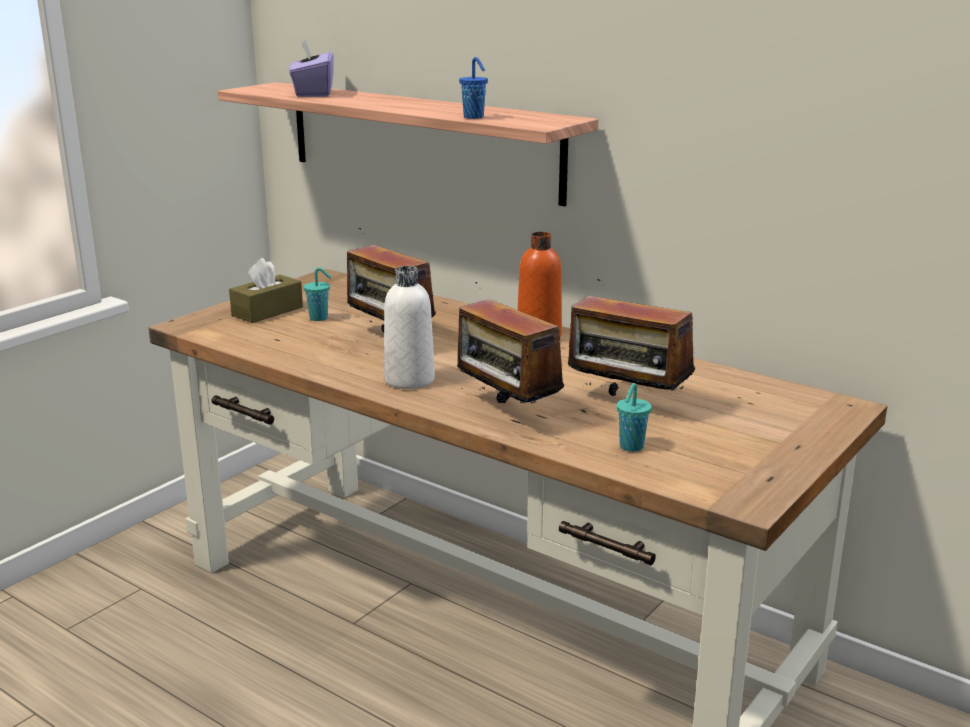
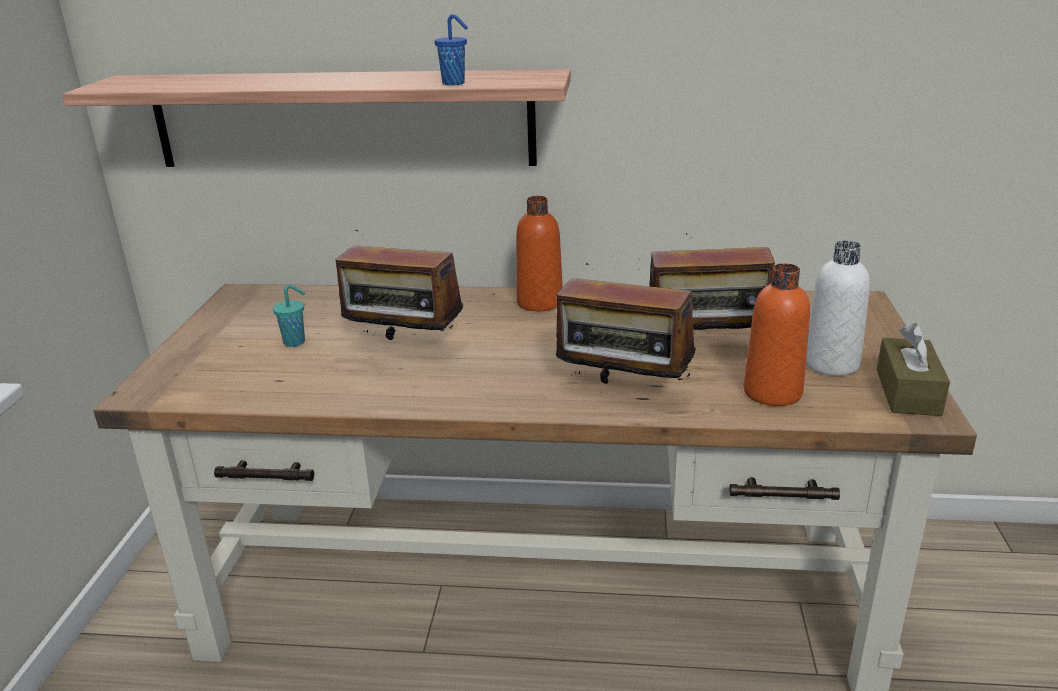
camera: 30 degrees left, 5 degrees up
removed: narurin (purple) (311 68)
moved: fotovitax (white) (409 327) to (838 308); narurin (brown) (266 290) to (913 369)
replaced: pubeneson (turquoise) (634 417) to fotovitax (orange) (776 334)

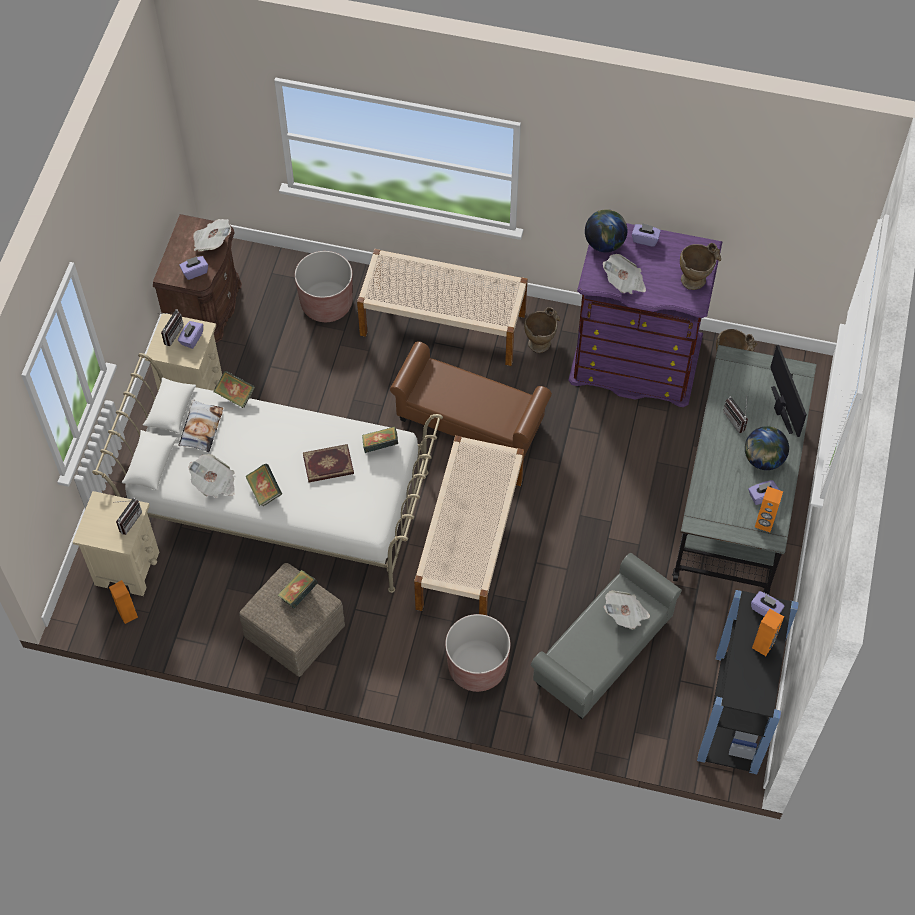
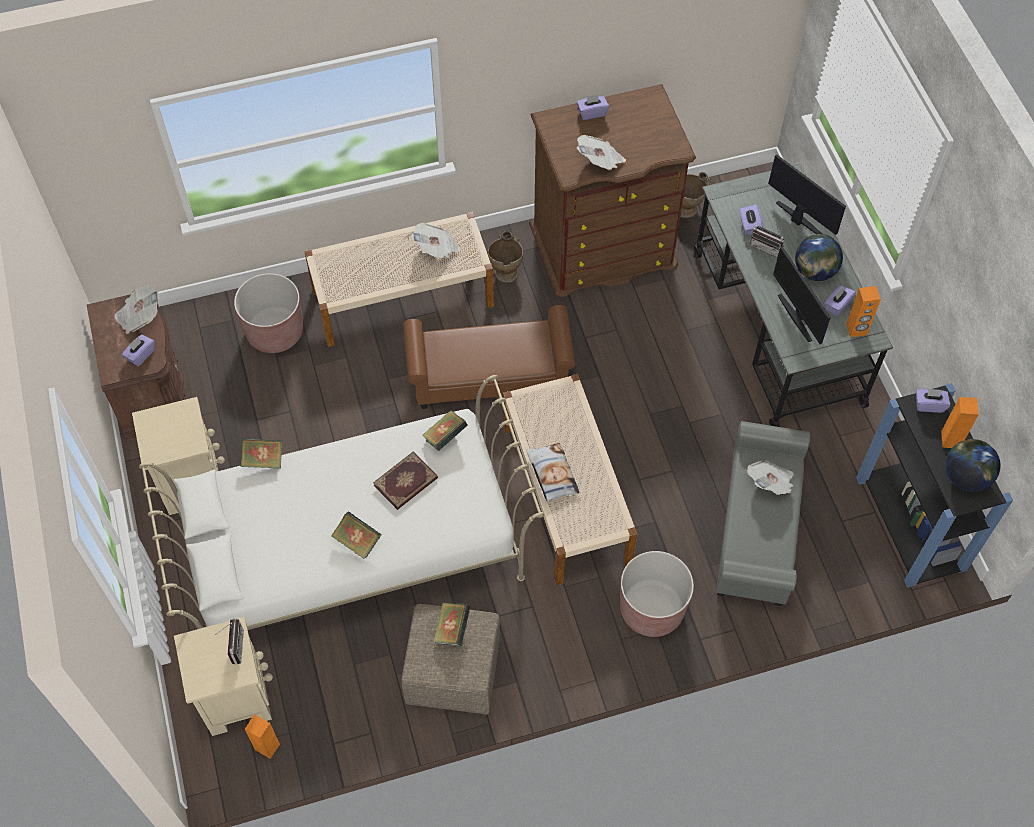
camera: 30 degrees left, 0 degrees up
removed: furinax (172 327); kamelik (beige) (700 266)
added: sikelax (802 295)
moved: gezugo (212 475) to (436 241); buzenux (201 425) to (553 472); narurin (purple) (190 335) to (751 219); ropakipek (606 230) to (972 465)
recoloured: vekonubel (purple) (645 315) to vekonubel (brown) (612 190)

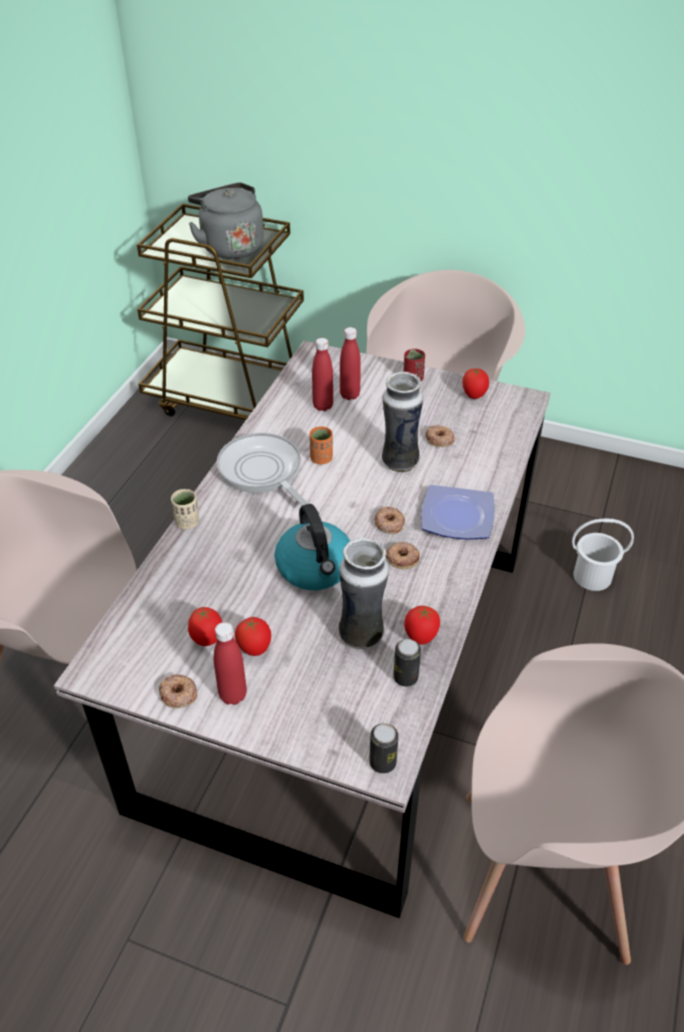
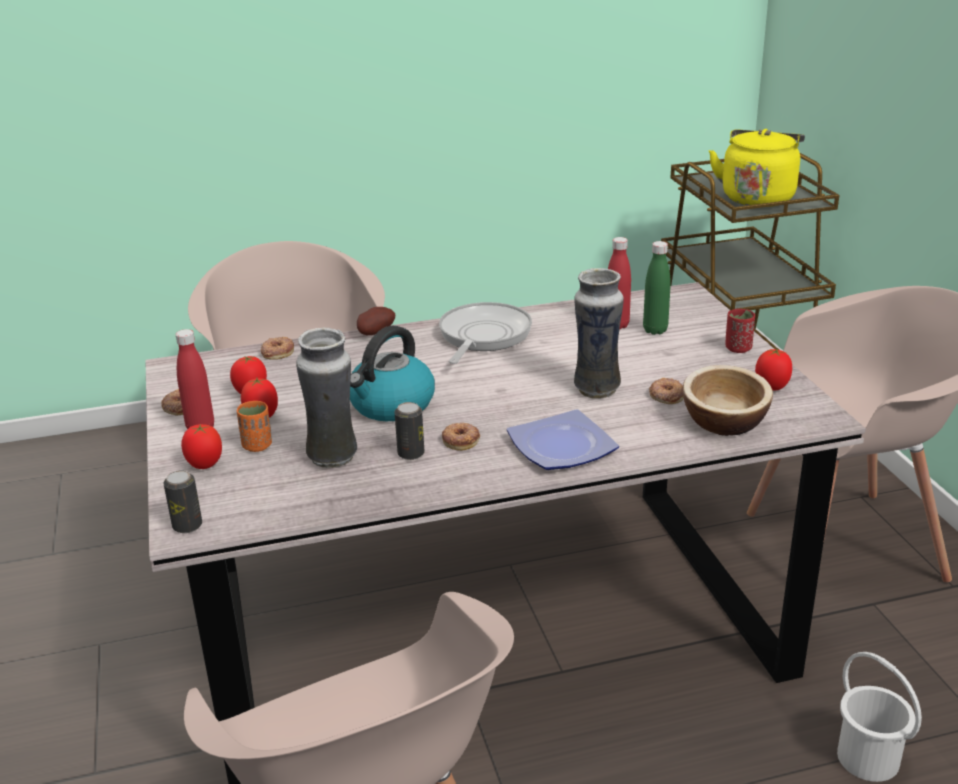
camera: 55 degrees right, 15 degrees down
added: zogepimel (728 400)
moved: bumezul (422 625) to (201 446); pubeneson (orange) (321 445) to (254 426); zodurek (389 520) to (277 348); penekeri (407 663) to (409 431)
replaced: pubeneson (beige) (185 509) to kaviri (376 321)
recoloured: fotovitax (red) (350 363) to fotovitax (green) (657 288); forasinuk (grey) (226 220) to forasinuk (yellow) (757 168)

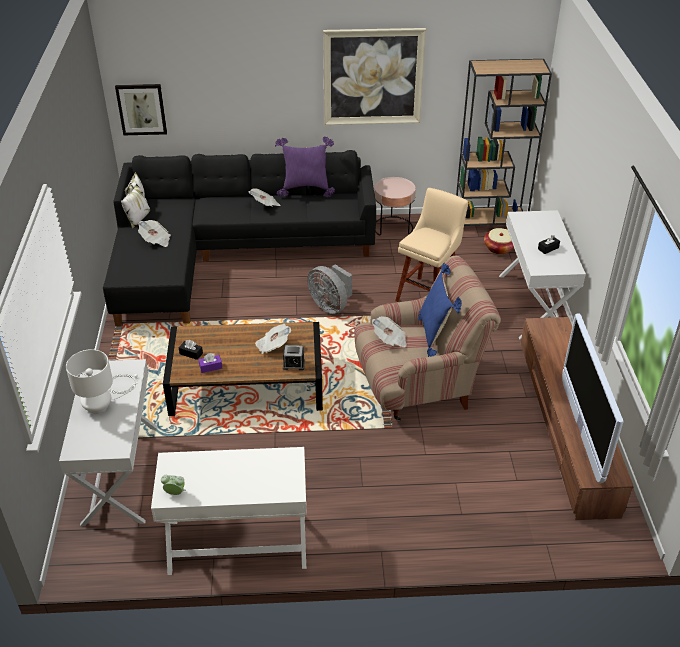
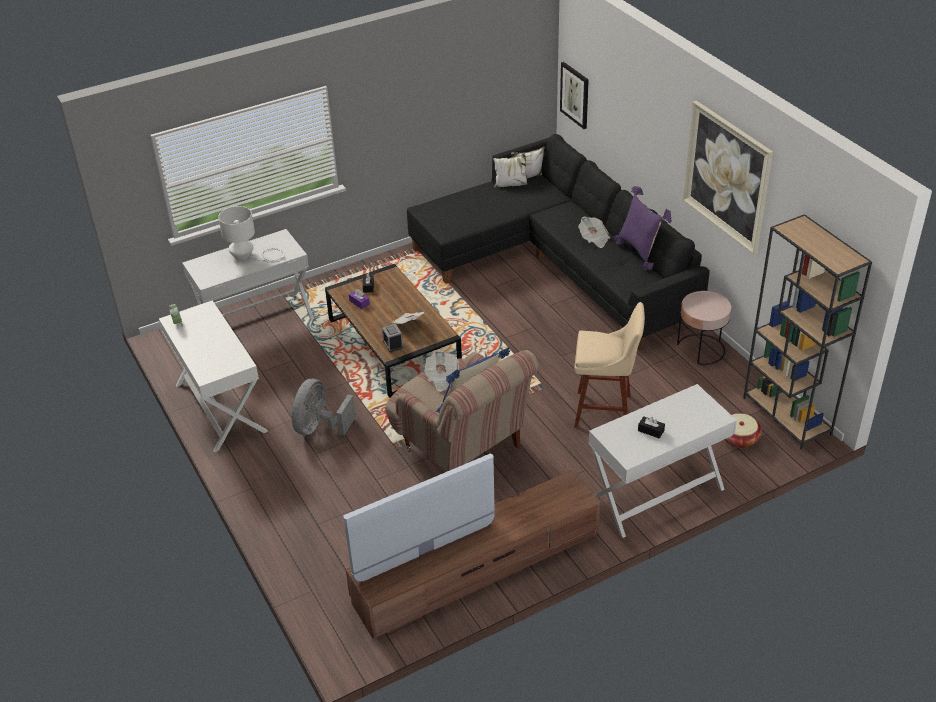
camera: 65 degrees right, 0 degrees up
removed: gezugo (154 233)
moved: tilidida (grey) (329 289) to (323 407)

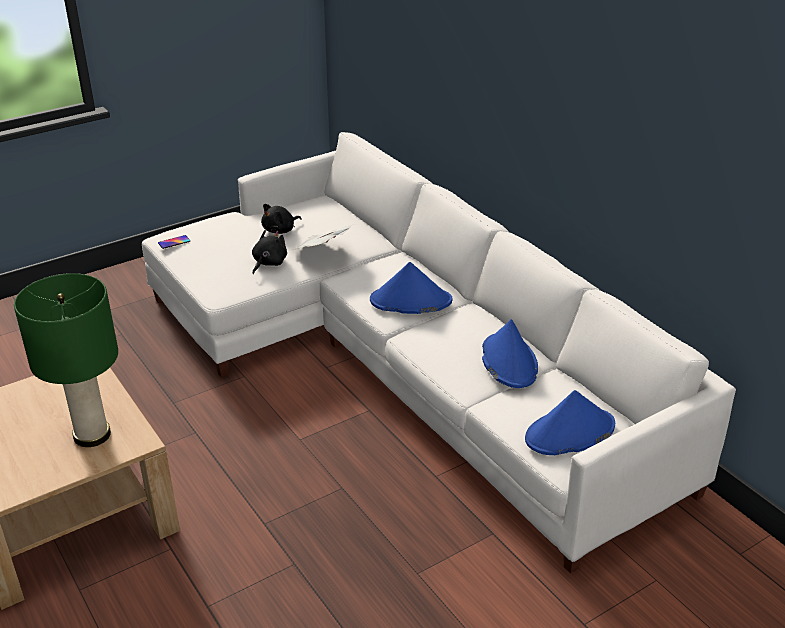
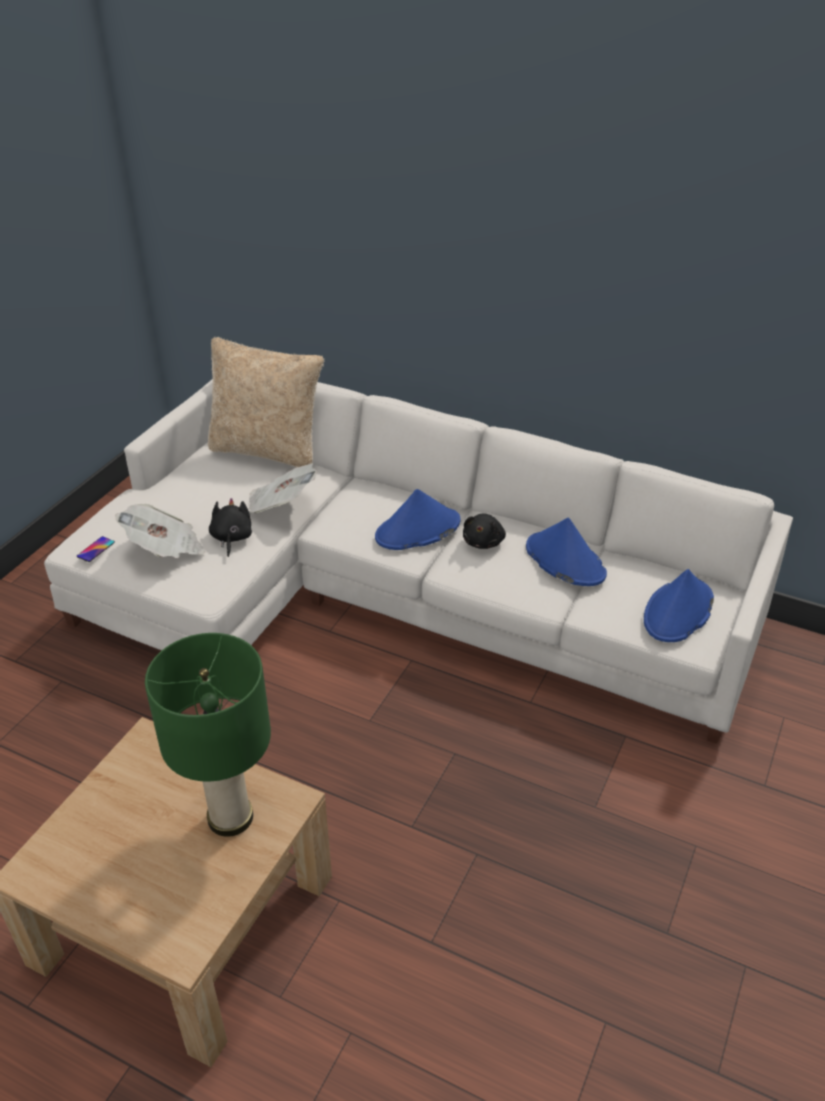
camera: 30 degrees left, 5 degrees up
added: gezugo (160 531); buzenux (beige) (266 401)
moved: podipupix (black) (281 219) to (484 531)

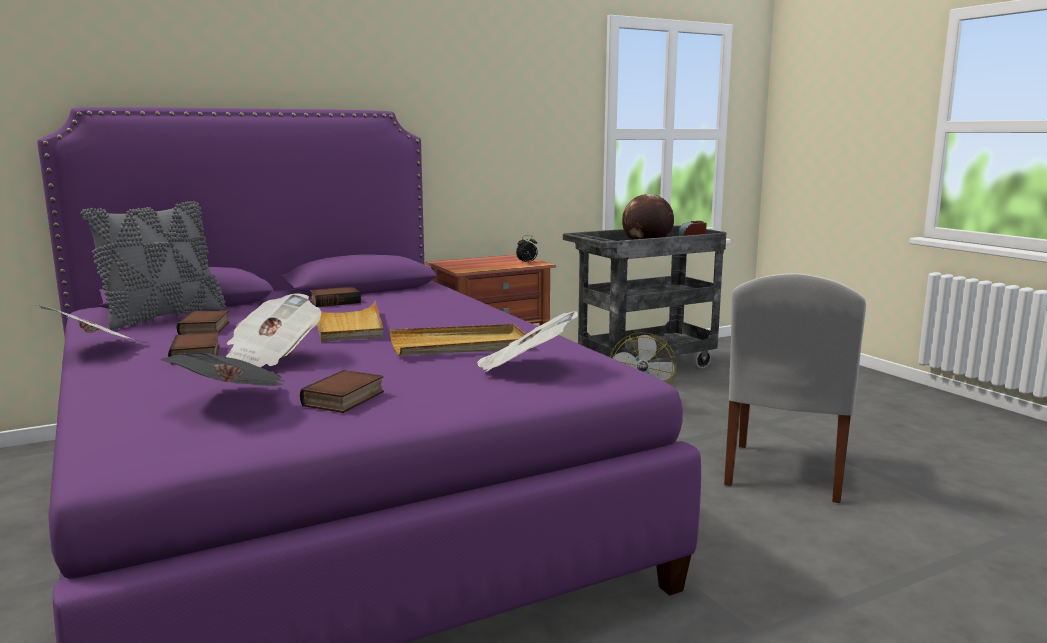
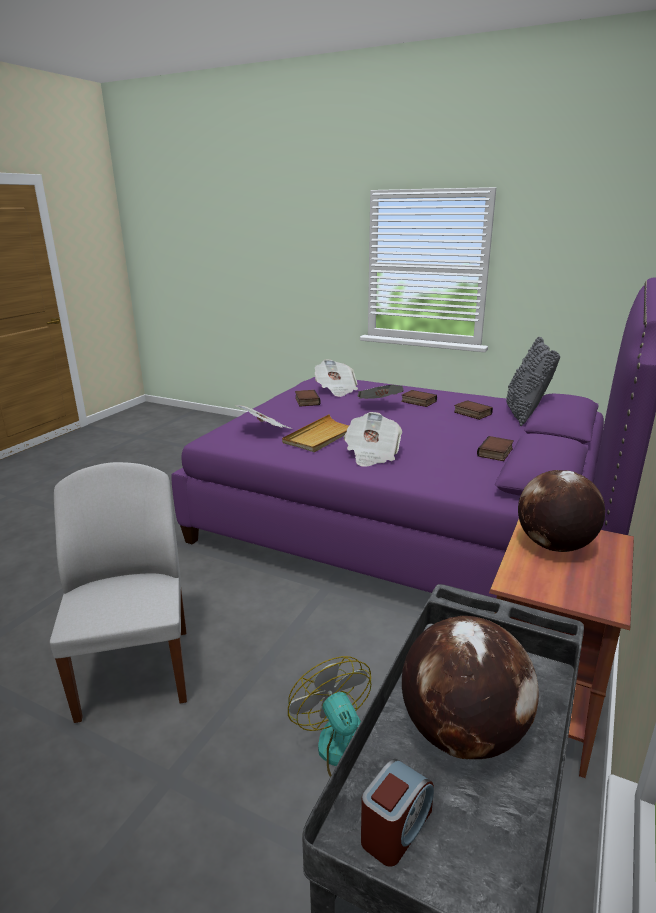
camera: 145 degrees right, 10 degrees up
removed: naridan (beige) (350 321); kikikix (527 249)
added: ropakipek (561 511)
moved: gezugo (92 324) to (373 439)

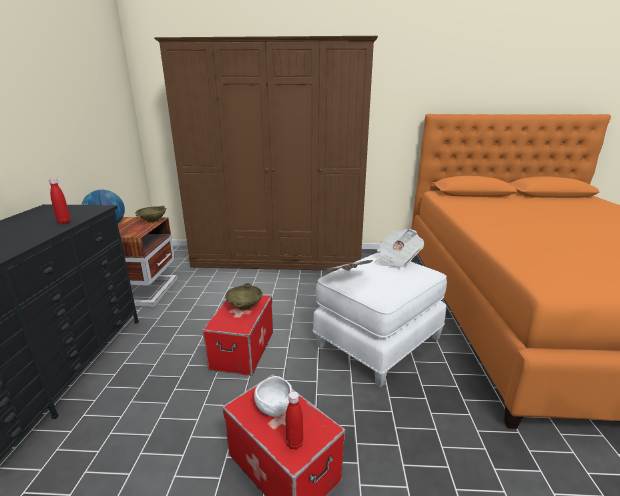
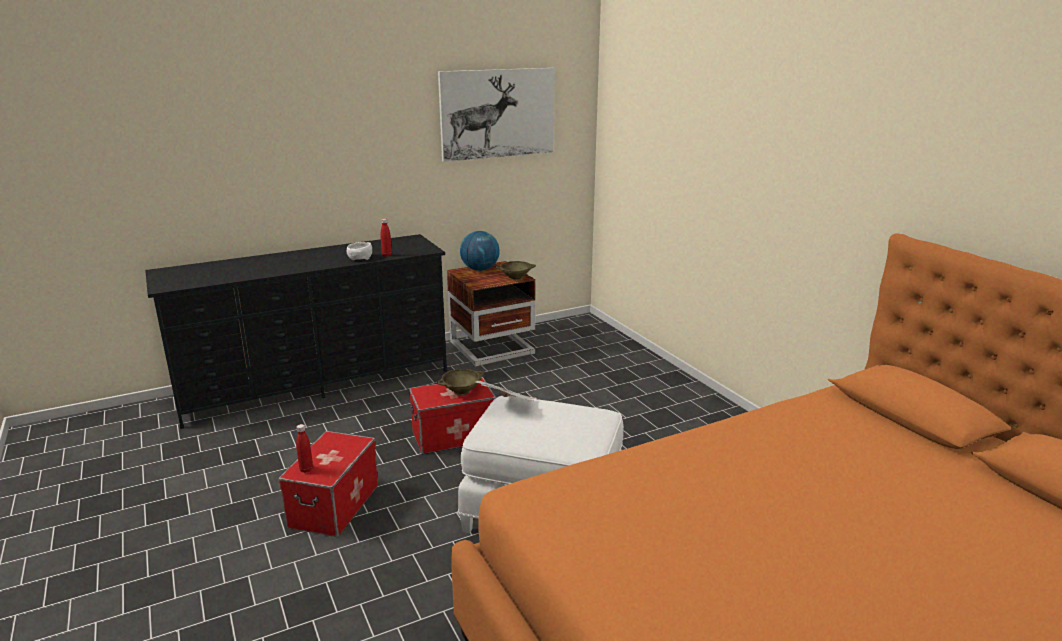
camera: 60 degrees right, 0 degrees up
removed: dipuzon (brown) (266 153); gezugo (399 248)
added: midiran (496 115)
moved: zogepimel (white) (273 396) to (359 251)

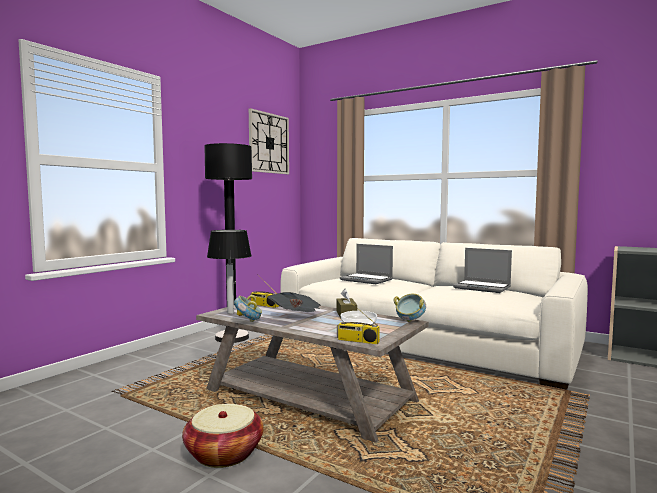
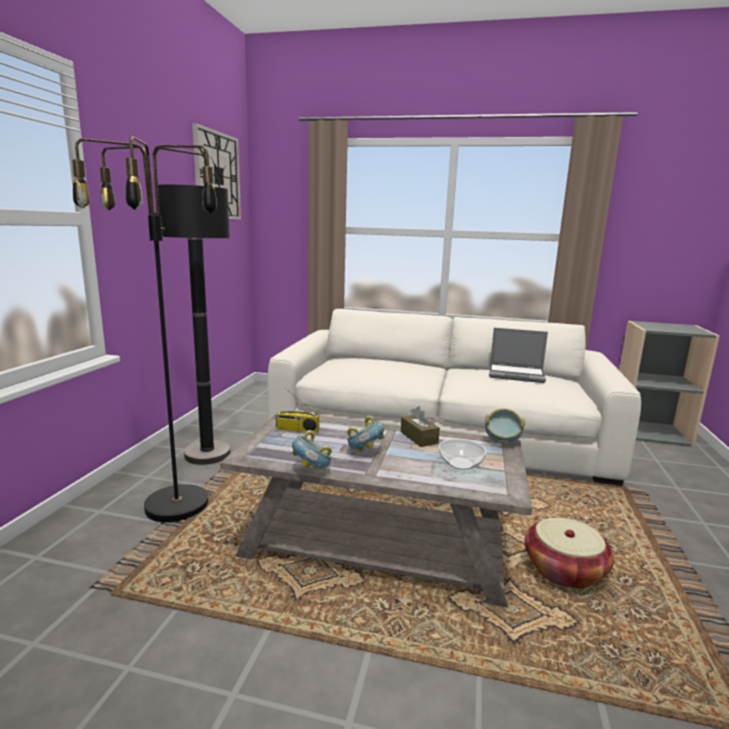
camera: 20 degrees left, 10 degrees up
removed: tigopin (229 272); furinax (358 321); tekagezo (366 264)
added: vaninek (144 329)
moved: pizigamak (223 436) to (569 553)
replaced: gezugo (294 302) to zogepimel (365 433)

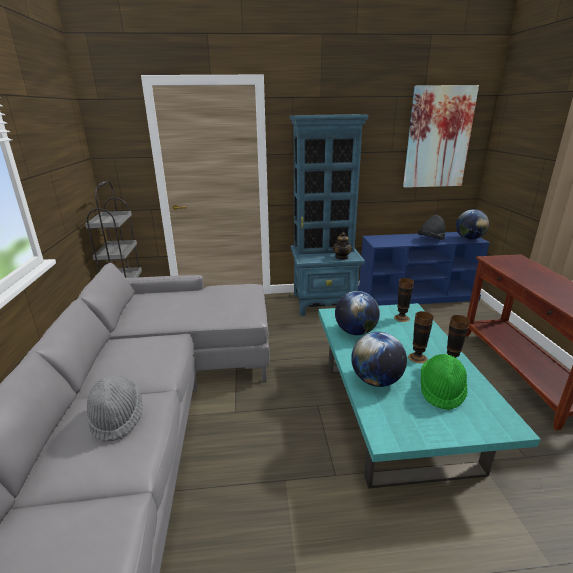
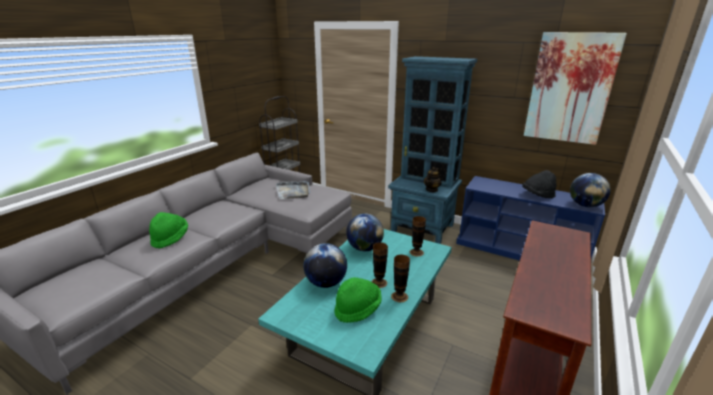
camera: 35 degrees right, 0 degrees up
added: naridan (grey) (293 190)
recoloured: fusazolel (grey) (115 409) to fusazolel (green) (168 230)

